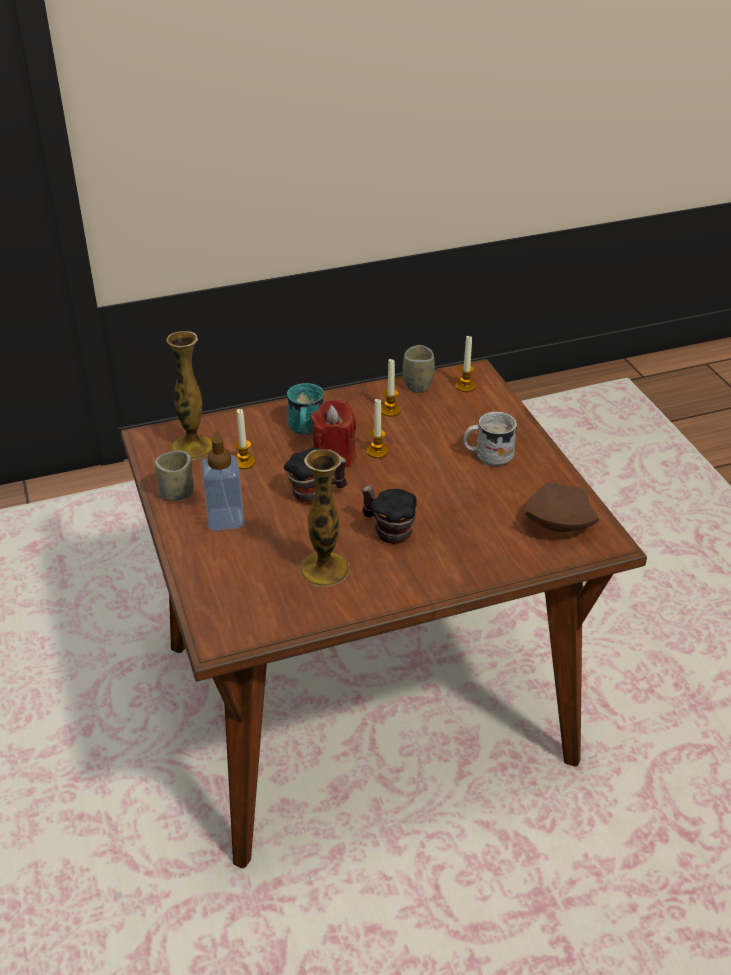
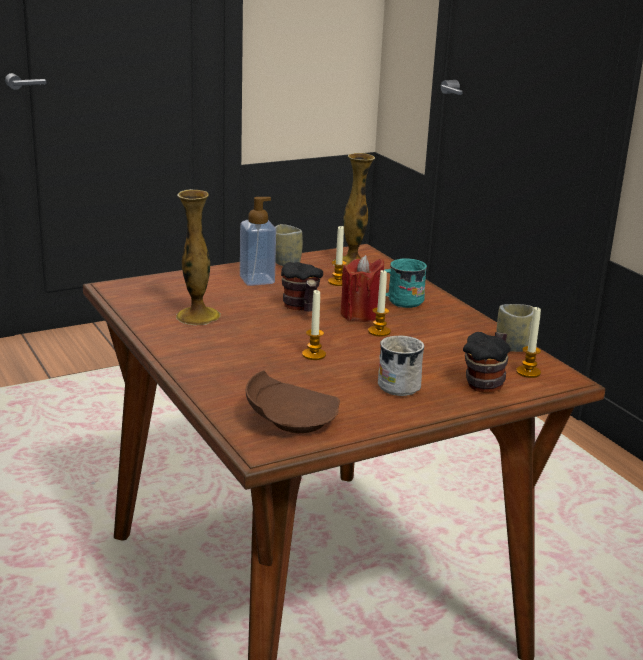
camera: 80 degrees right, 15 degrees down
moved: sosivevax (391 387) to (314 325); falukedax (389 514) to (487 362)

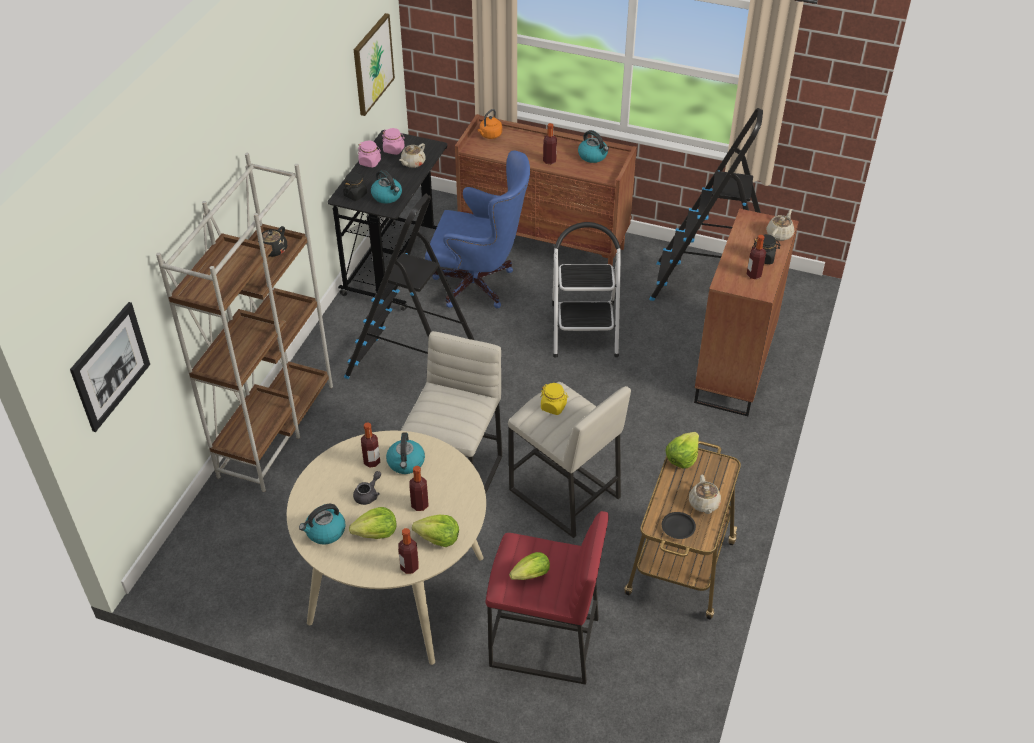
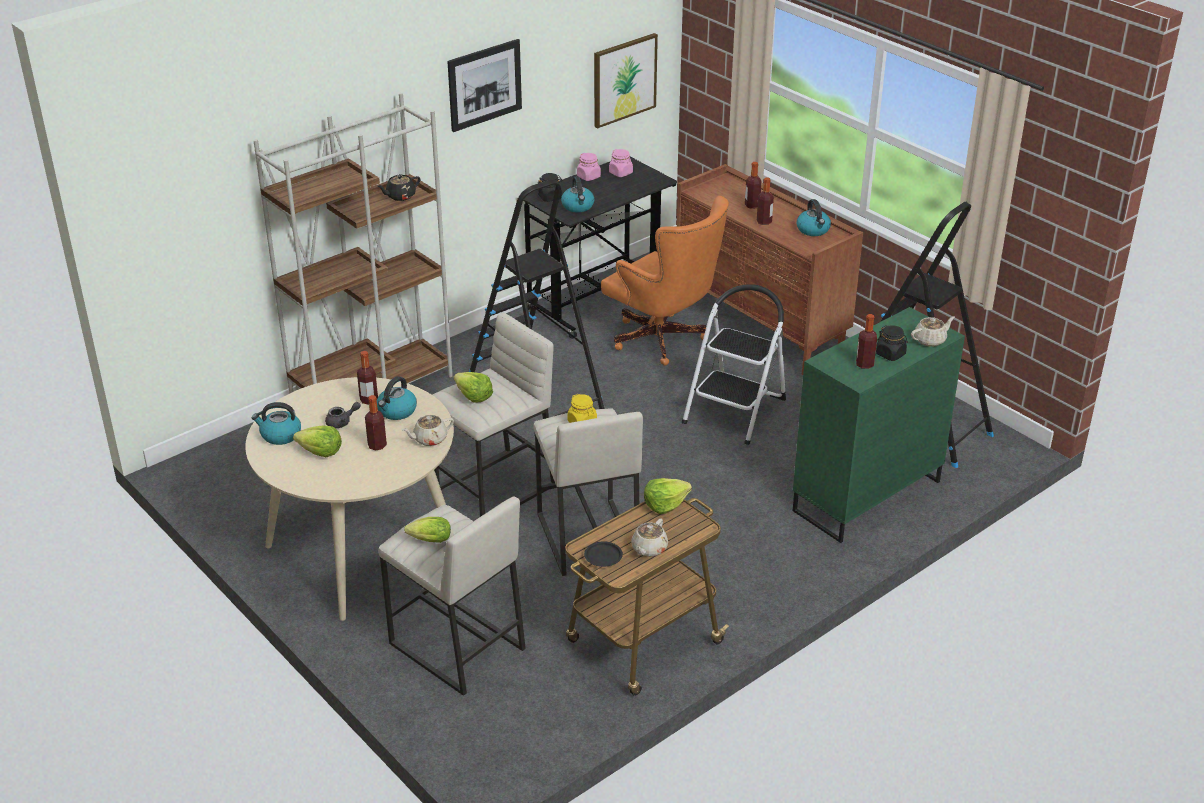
camera: 30 degrees right, 10 degrees down
removed: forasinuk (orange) (490 124)
moved: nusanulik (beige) (412 155) to (428 430); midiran (110 367) to (484 85); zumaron (435 531) to (473 387); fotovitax (408 551) to (753 185)
recoloured: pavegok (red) (547 598) to pavegok (beige) (452 596); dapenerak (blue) (477 229) to dapenerak (orange) (665 281); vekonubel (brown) (746 312) to vekonubel (green) (879 425)

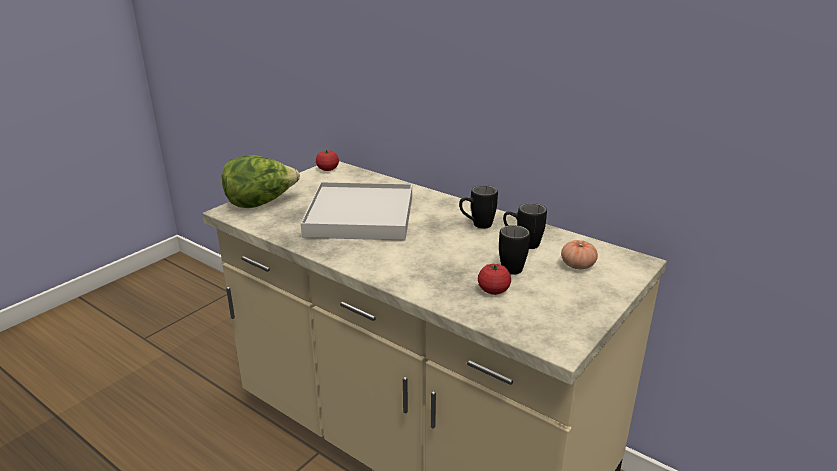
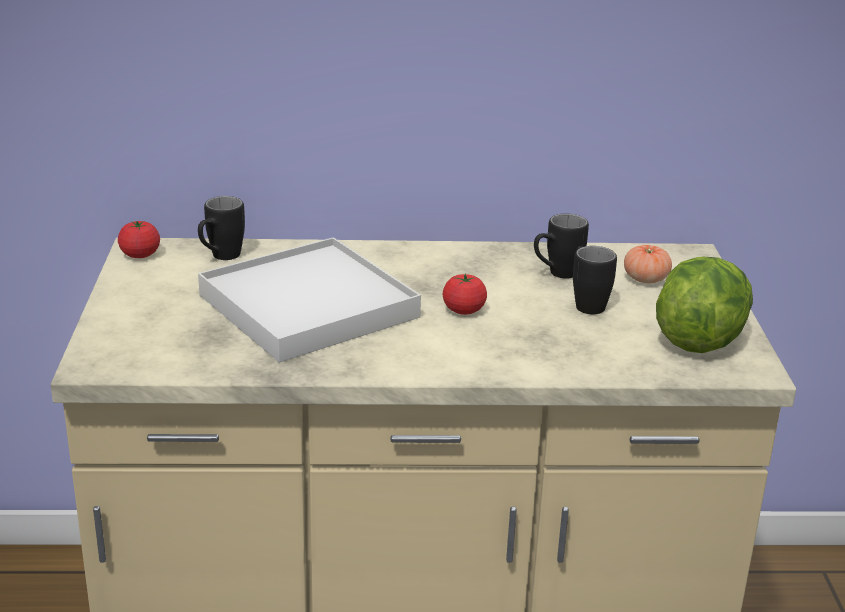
camera: 40 degrees left, 0 degrees up
moved: falukedax (black) (478 207) to (221 228); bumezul (494 279) to (465 294); zumaron (261 181) to (704 305)

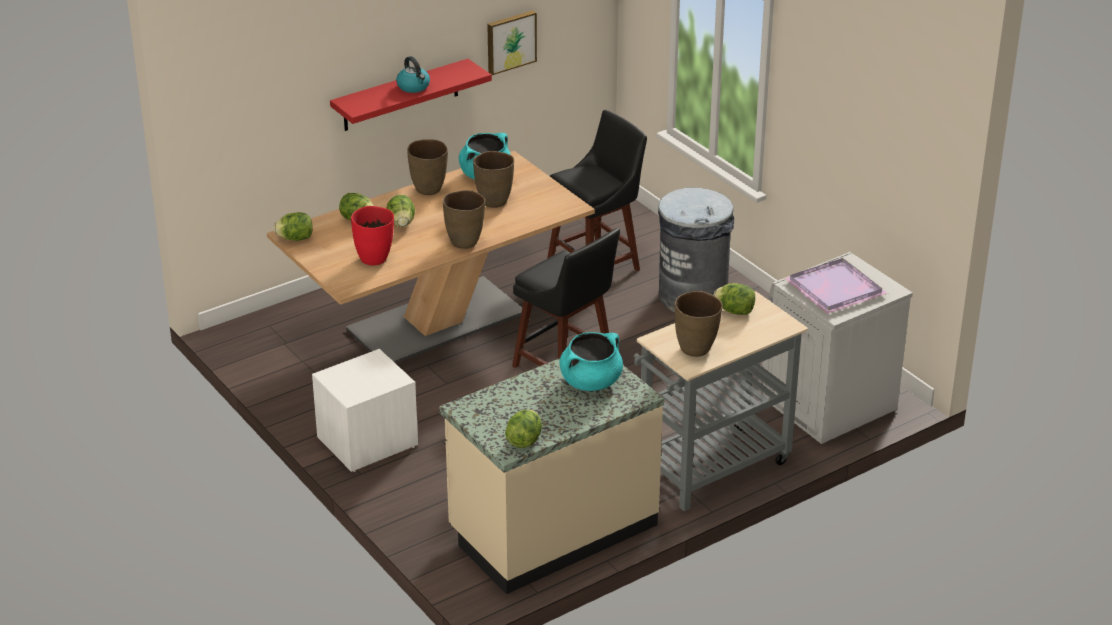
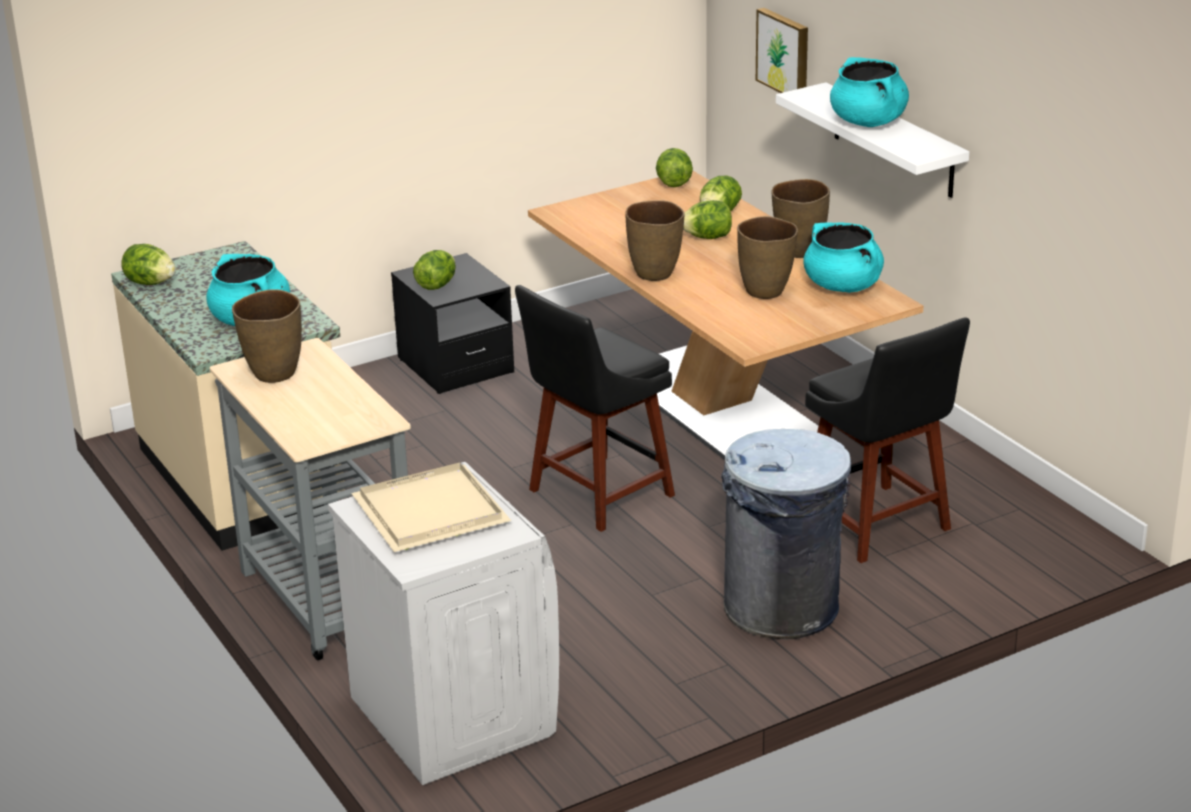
camera: 95 degrees right, 5 degrees down
removed: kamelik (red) (372 236)
moved: zumaron (734 299) to (434 270); midiran (512 42) to (782 50)
replaced: forasinuk (413 74) to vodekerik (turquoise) (869 92)
recoloured: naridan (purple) (836 286) to naridan (beige) (431 507); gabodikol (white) (365 410) to gabodikol (black) (452 323); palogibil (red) (411 95) to palogibil (white) (872 140)

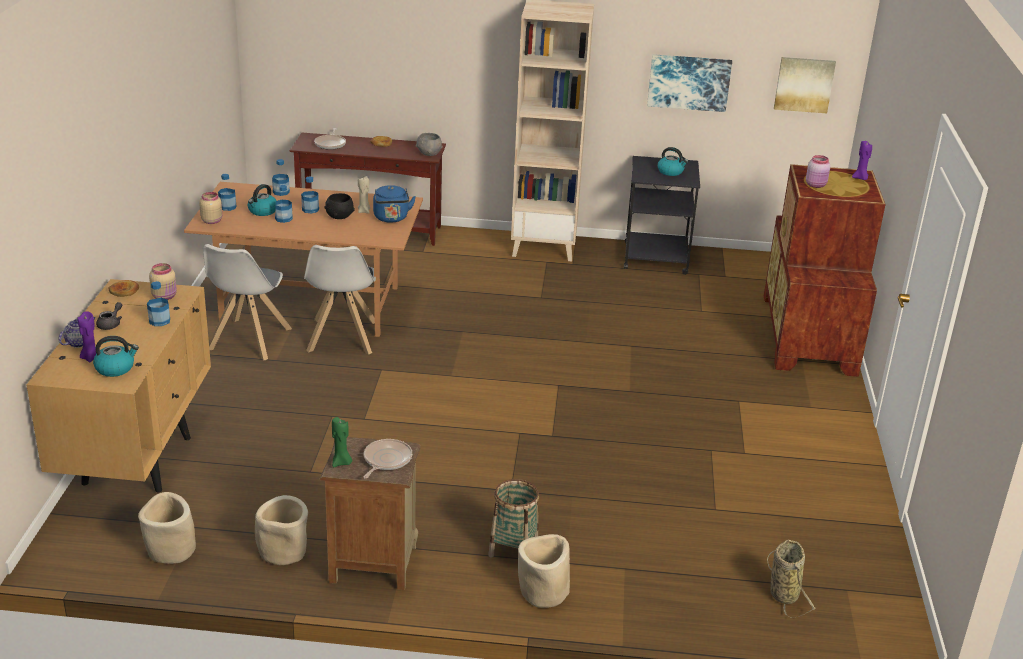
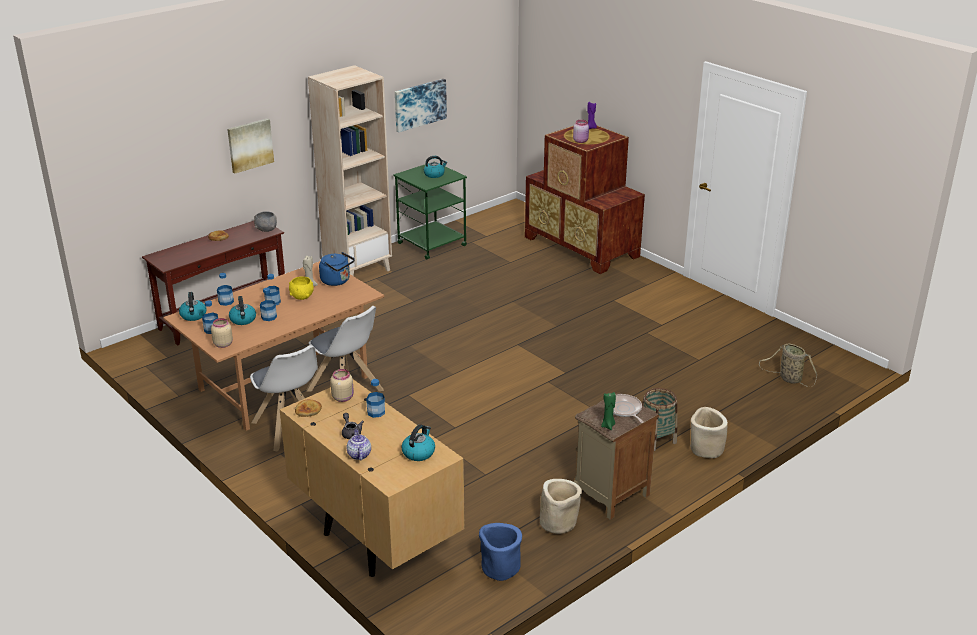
camera: 45 degrees left, 0 degrees up
removed: sosivevax (purple) (87 336); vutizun (330 139)
added: forasinuk (193 306)
moved: midiran (805 85) to (250 145)
recoloured: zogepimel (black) (340 206) to zogepimel (yellow) (301 288); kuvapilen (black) (662 215) to kuvapilen (green) (430 210); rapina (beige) (167 528) to rapina (blue) (500 552)

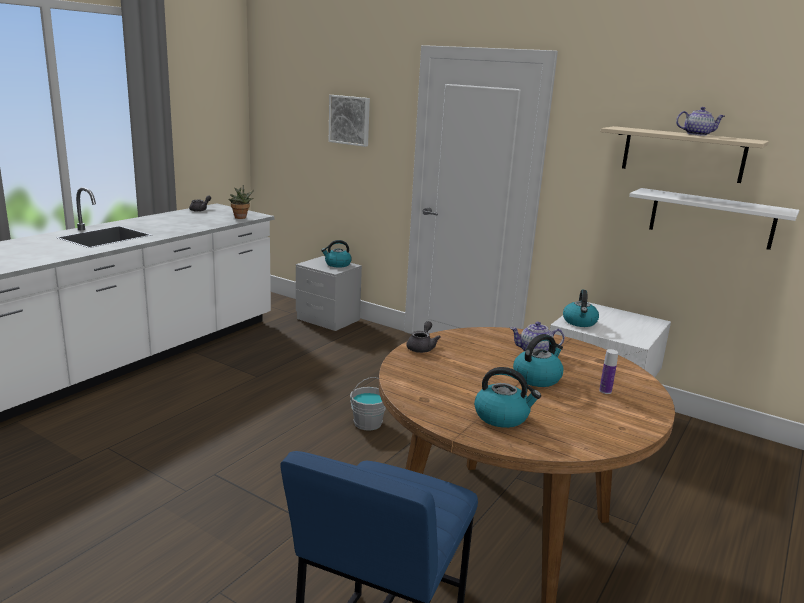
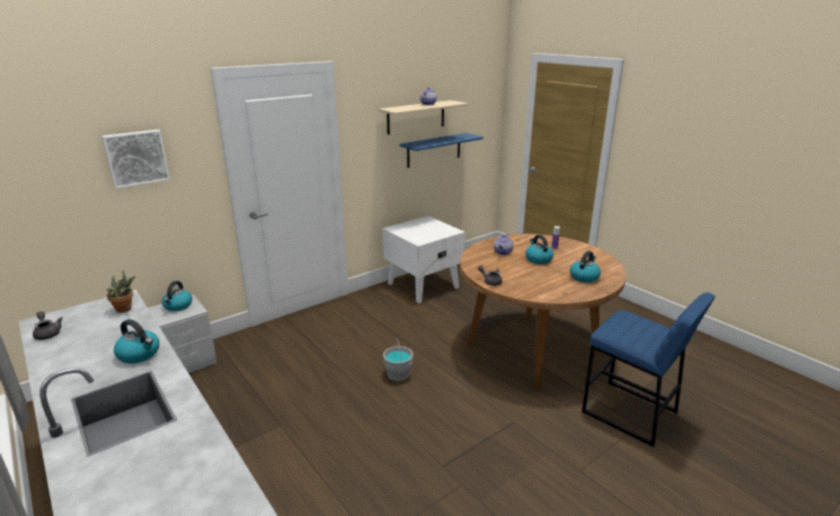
camera: 70 degrees left, 5 degrees up
moved: forasinuk (581 308) to (136 341)
recoloured: palogibil (white) (714 219) to palogibil (blue) (441 150)

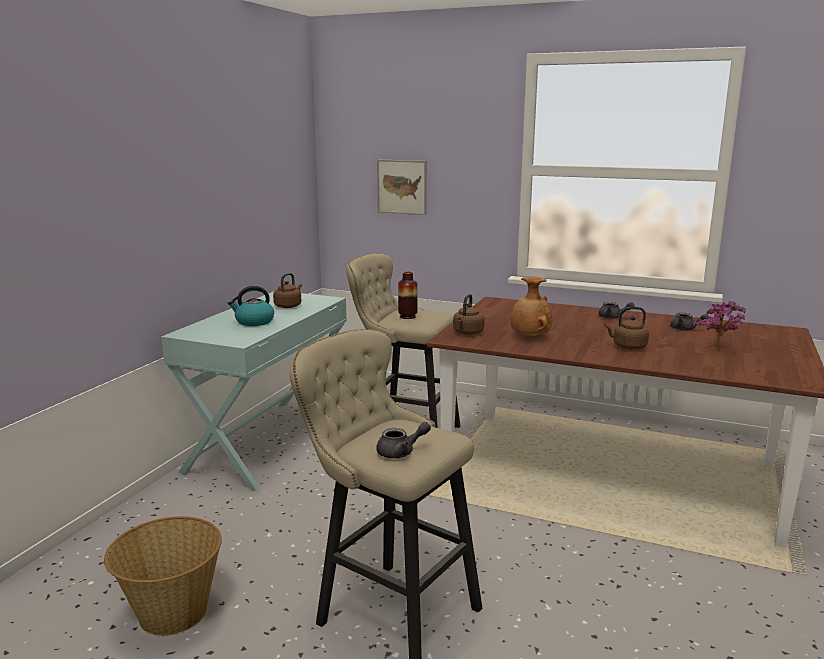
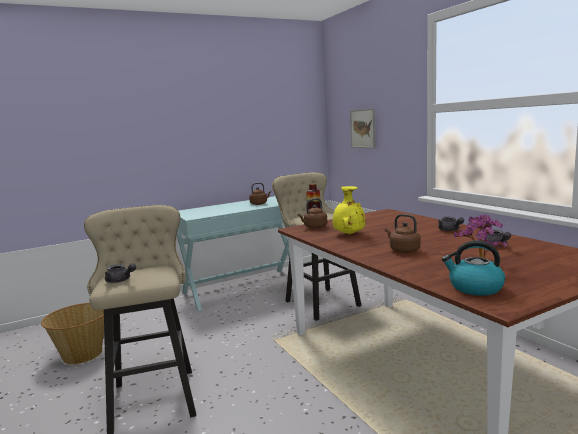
camera: 40 degrees right, 5 degrees down
moved: forasinuk (251 306) to (473 268)
recoloured: kamelik (brown) (531 307) to kamelik (yellow) (349 210)

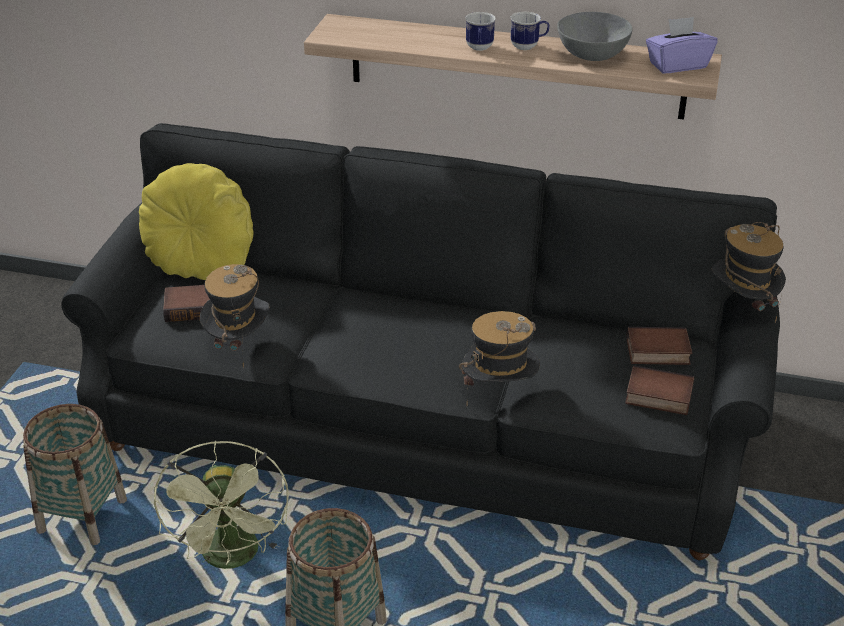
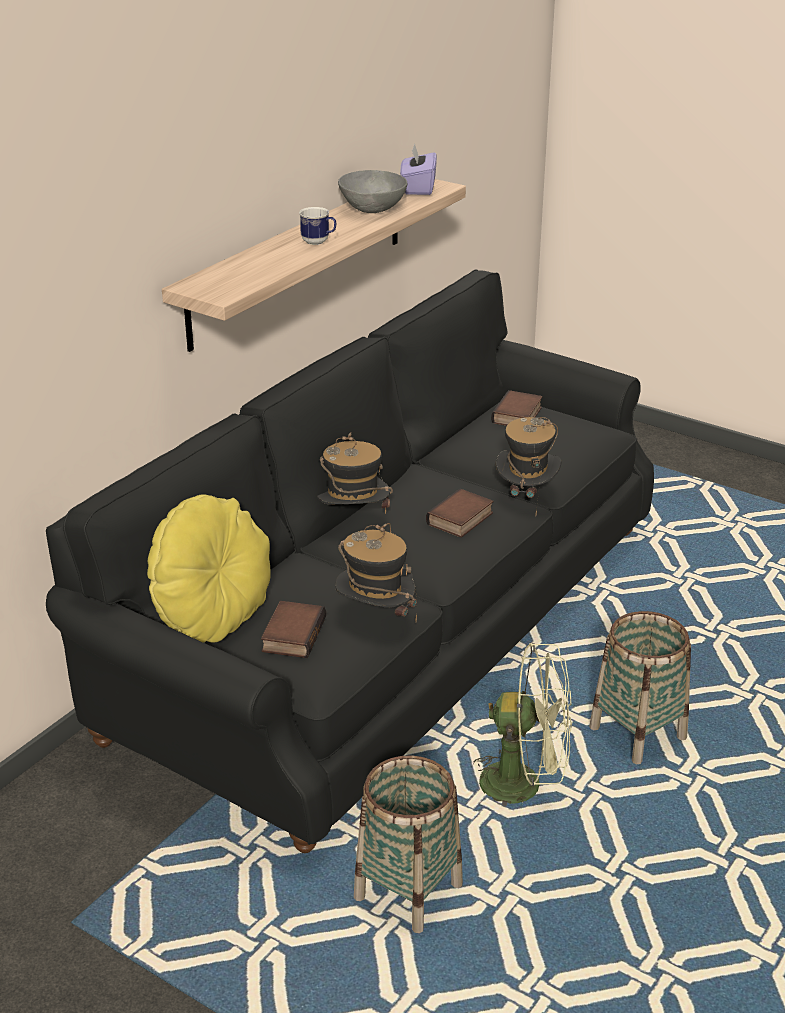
camera: 70 degrees left, 5 degrees down
removed: falukedax (530 31)
moved: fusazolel (748 272) to (355 473); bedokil (659 390) to (460 513)

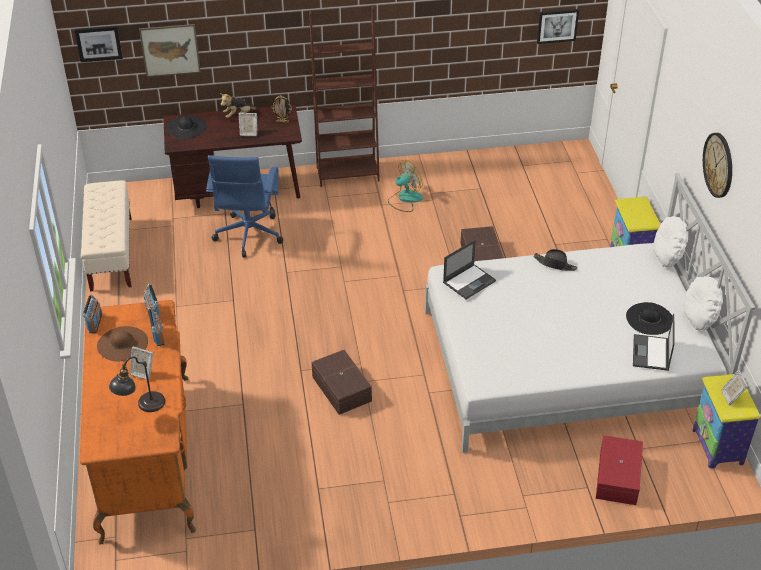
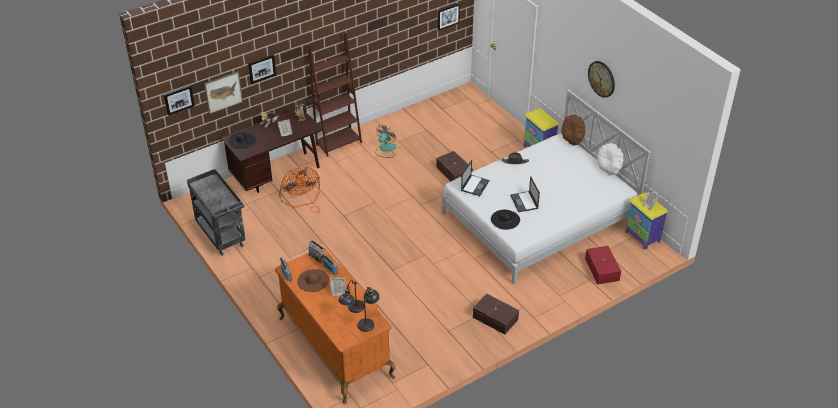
camera: 25 degrees left, 0 degrees up
added: midiran (262 69); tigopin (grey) (368 309)
moved: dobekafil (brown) (342 382) to (496 314); fusazolel (black) (649 318) to (505 220); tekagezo (653 342) to (525 194)
replaced: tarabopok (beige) (106 235) to kuvapilen (black) (216 212); dapenerak (blue) (244 206) to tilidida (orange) (299 189)
recoloured: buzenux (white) (670 241) to buzenux (brown) (573 130)

